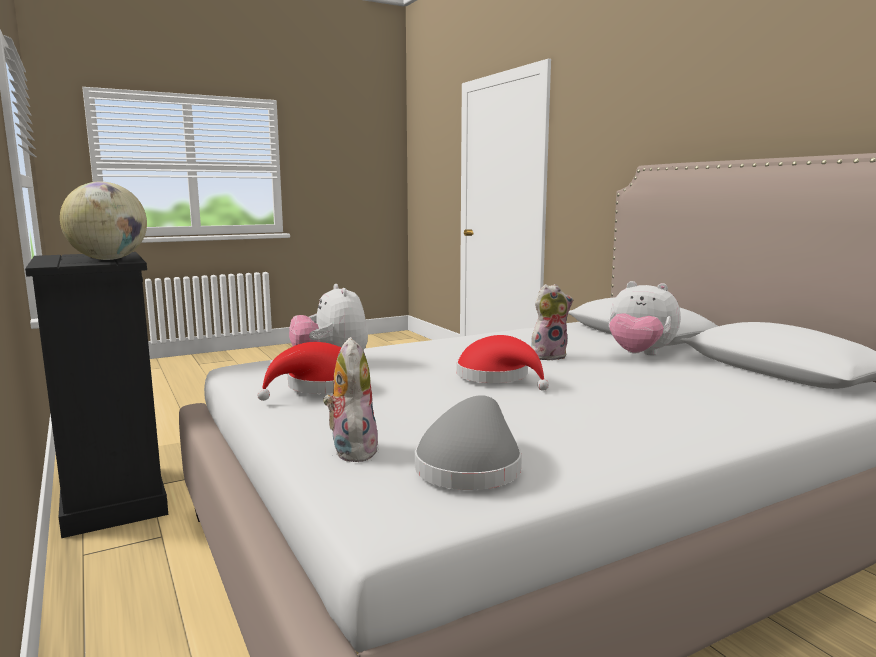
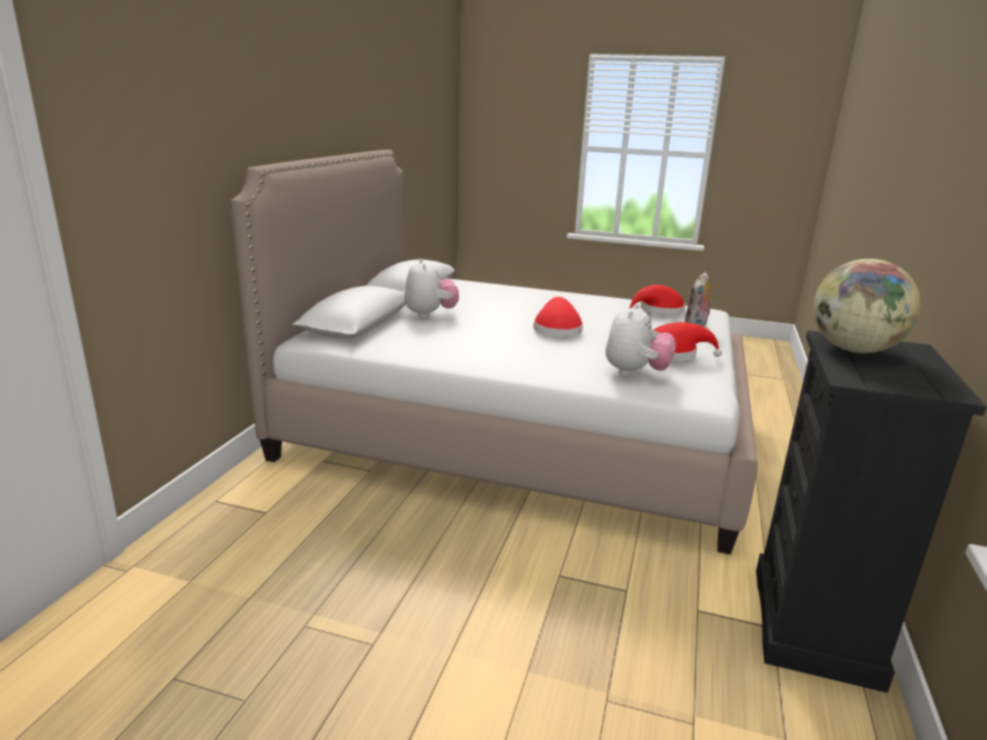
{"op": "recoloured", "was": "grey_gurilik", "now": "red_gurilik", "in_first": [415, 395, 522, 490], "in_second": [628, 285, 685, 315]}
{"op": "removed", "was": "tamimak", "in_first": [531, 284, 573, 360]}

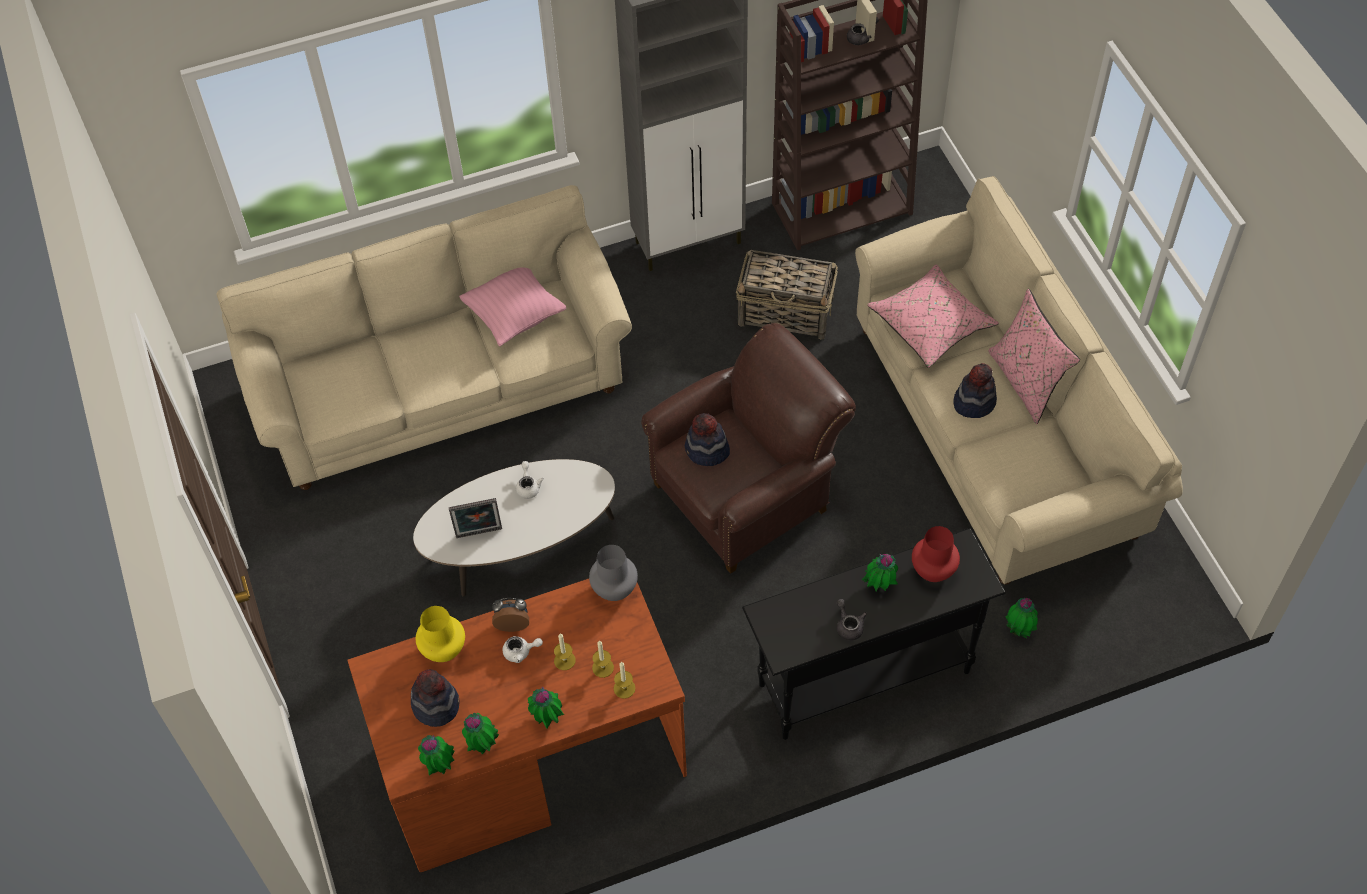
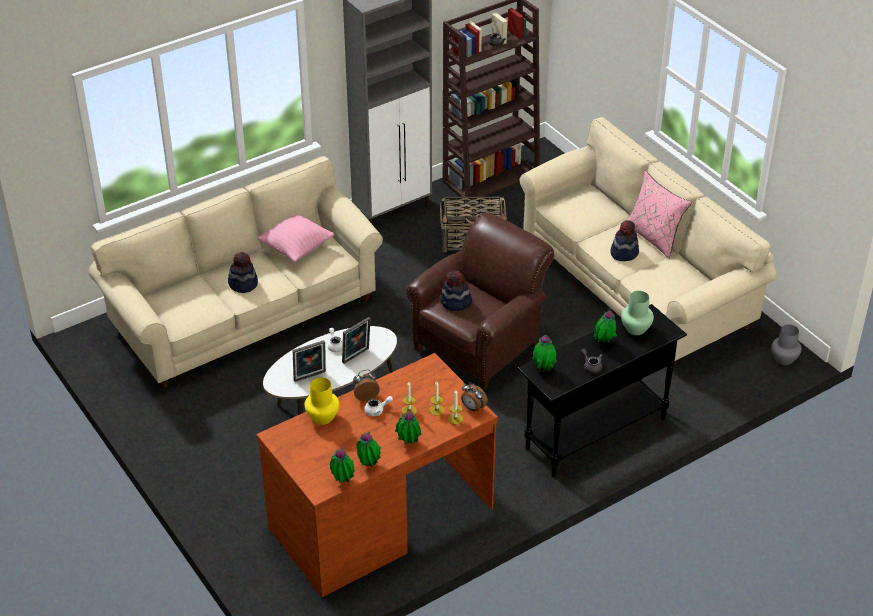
{"op": "moved", "was": "gurilik", "in_first": [411, 669, 459, 727], "in_second": [228, 252, 258, 293]}
{"op": "added", "now": "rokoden", "in_second": [342, 317, 371, 364]}
{"op": "added", "now": "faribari", "in_second": [461, 382, 488, 412]}
{"op": "moved", "was": "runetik", "in_first": [1006, 598, 1038, 638], "in_second": [532, 335, 557, 372]}
{"op": "recoloured", "was": "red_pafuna", "now": "green_pafuna", "in_first": [912, 526, 960, 582], "in_second": [621, 291, 654, 335]}
{"op": "moved", "was": "grey_pafuna", "in_first": [589, 545, 638, 601], "in_second": [771, 324, 802, 365]}
{"op": "removed", "was": "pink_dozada", "in_first": [867, 265, 999, 368]}

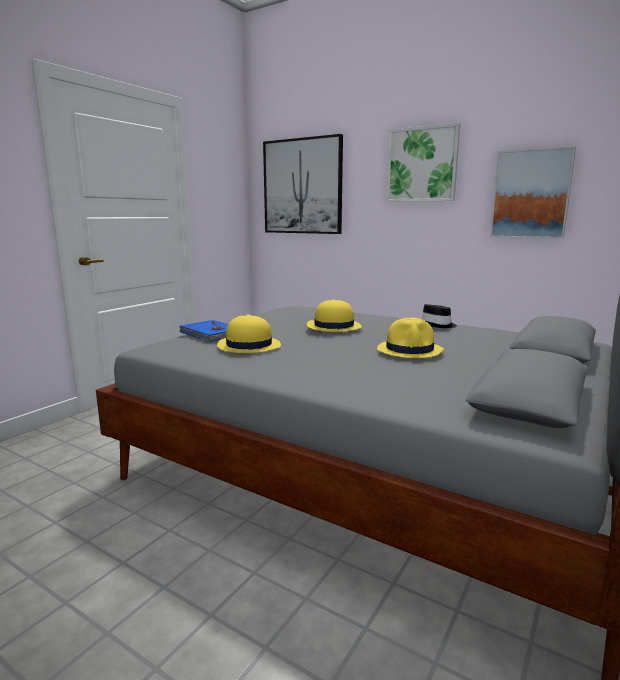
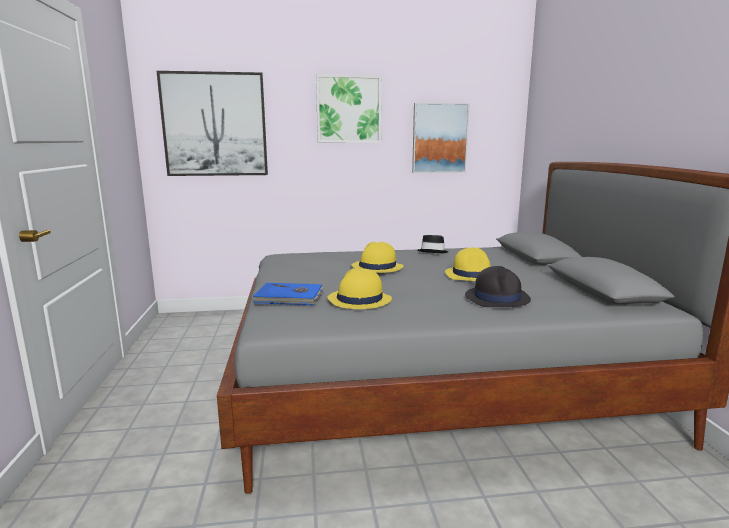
{"op": "added", "now": "black_gurilik", "in_second": [465, 266, 531, 307]}

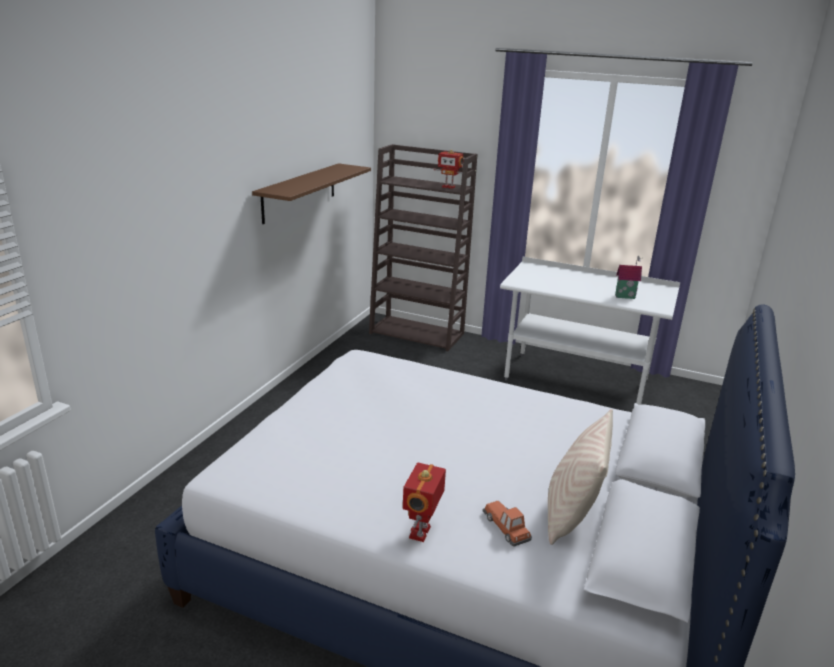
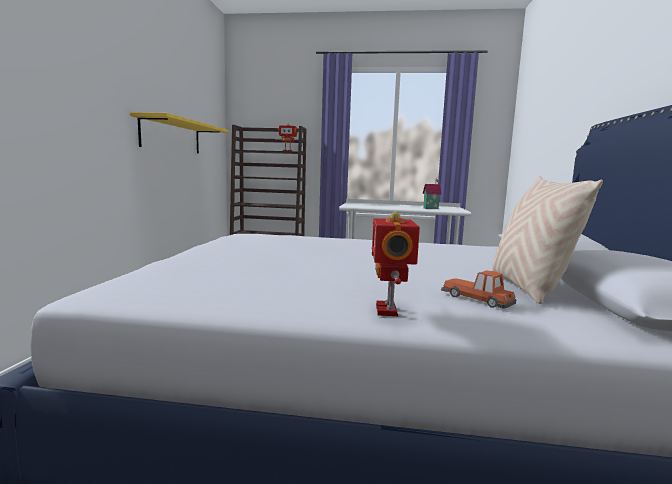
{"op": "recoloured", "was": "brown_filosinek", "now": "yellow_filosinek", "in_first": [252, 163, 371, 224], "in_second": [130, 112, 229, 153]}

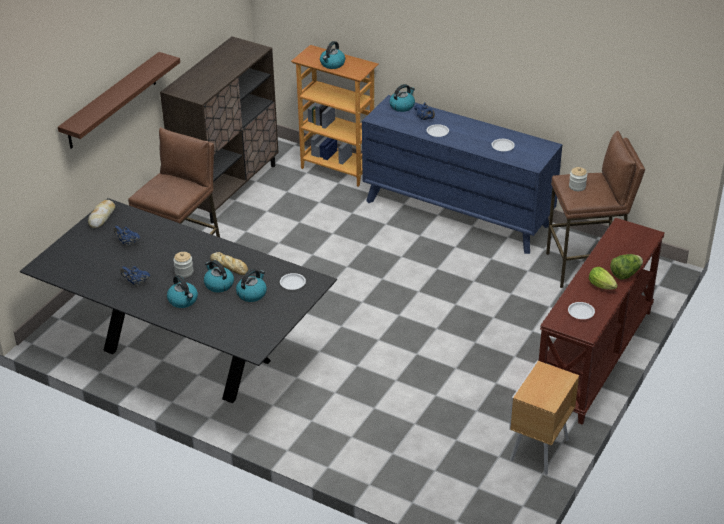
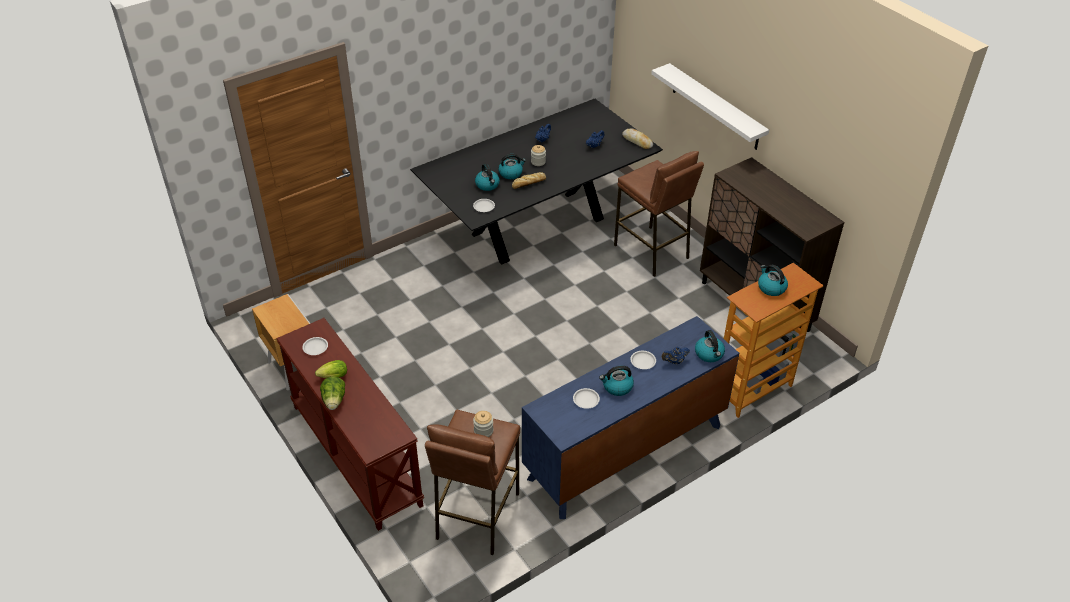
{"op": "moved", "was": "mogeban", "in_first": [167, 275, 198, 308], "in_second": [599, 366, 634, 396]}
{"op": "recoloured", "was": "brown_filosinek", "now": "white_filosinek", "in_first": [58, 52, 180, 149], "in_second": [651, 63, 769, 150]}

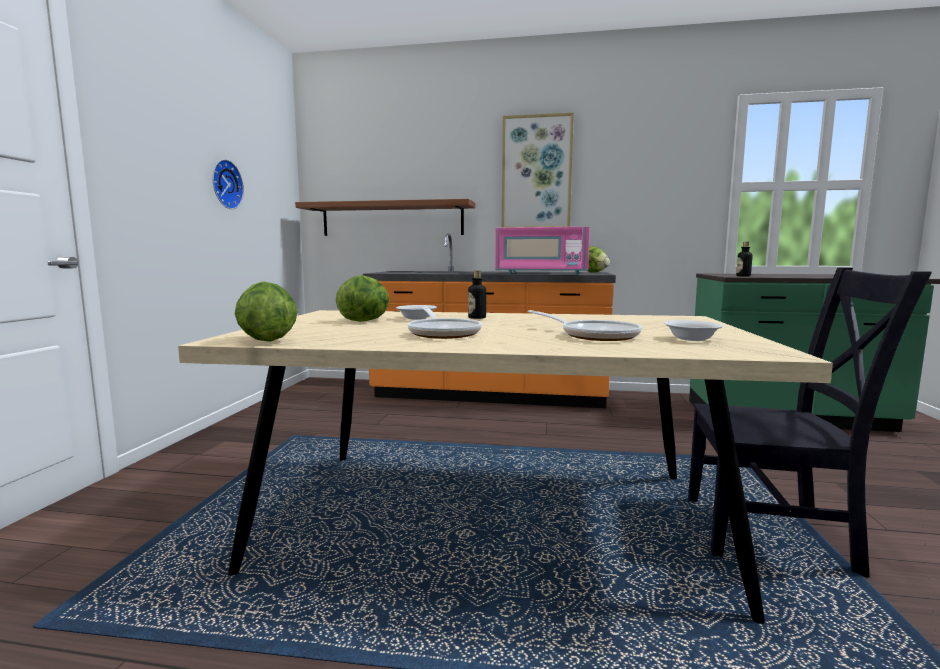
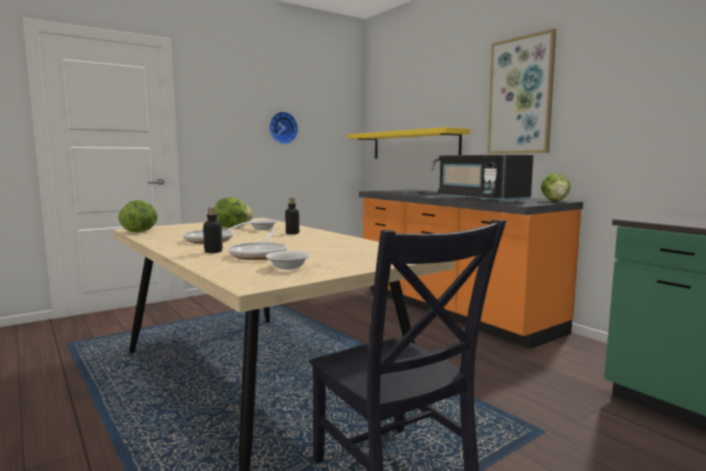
{"op": "moved", "was": "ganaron", "in_first": [736, 242, 753, 277], "in_second": [203, 208, 223, 253]}
{"op": "recoloured", "was": "brown_filosinek", "now": "yellow_filosinek", "in_first": [295, 199, 475, 236], "in_second": [348, 127, 470, 159]}
{"op": "recoloured", "was": "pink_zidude", "now": "black_zidude", "in_first": [495, 227, 590, 274], "in_second": [438, 155, 533, 203]}

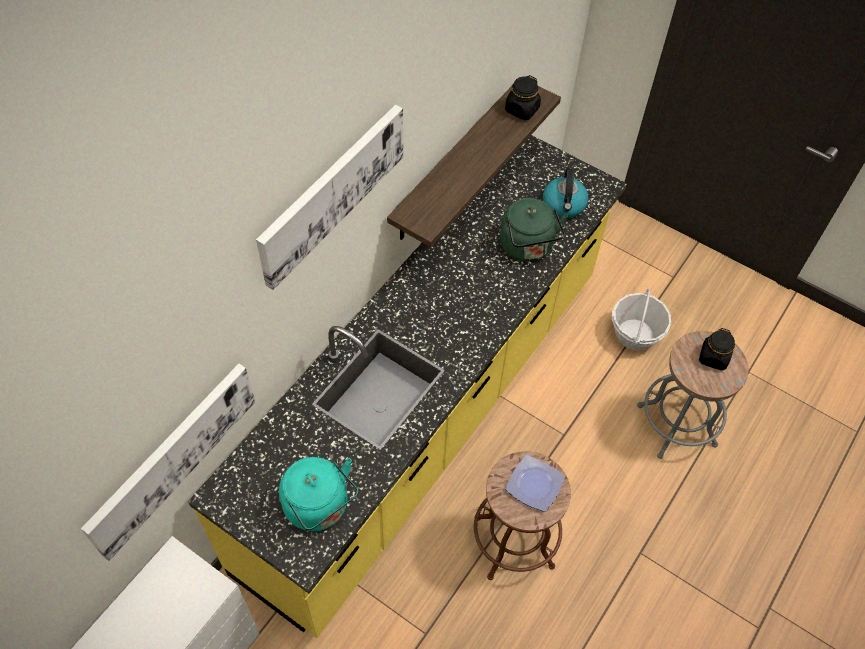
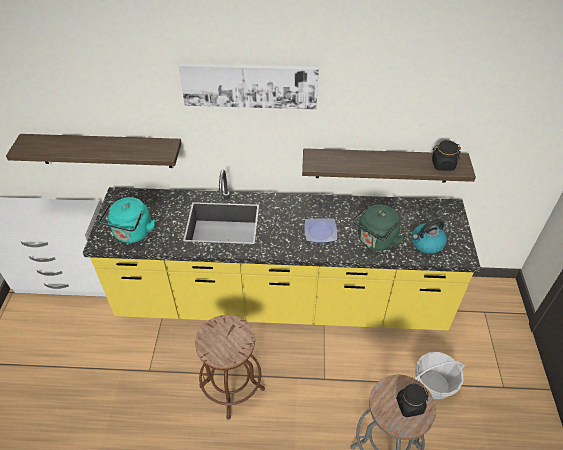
{"op": "replaced", "was": "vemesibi", "now": "filosinek", "in_first": [81, 364, 255, 561], "in_second": [6, 134, 182, 168]}
{"op": "moved", "was": "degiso", "in_first": [505, 455, 565, 512], "in_second": [304, 219, 337, 243]}

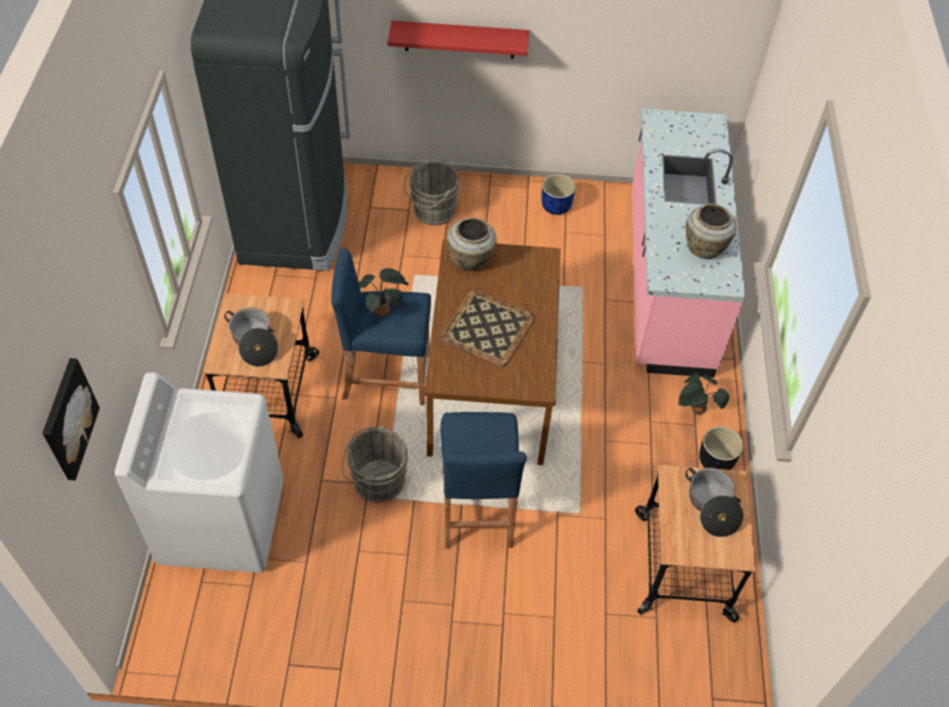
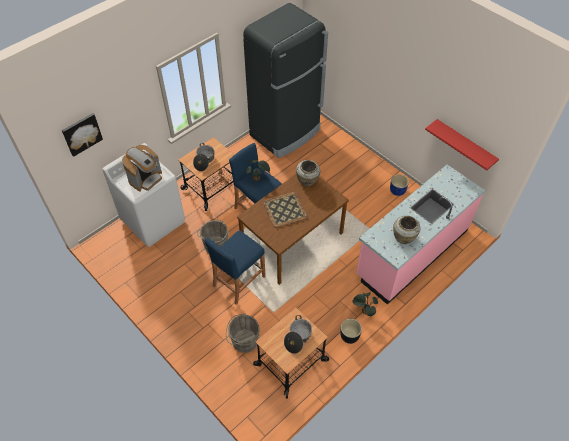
{"op": "added", "now": "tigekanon", "in_second": [122, 145, 162, 192]}
{"op": "moved", "was": "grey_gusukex", "in_first": [404, 162, 460, 225], "in_second": [226, 314, 260, 353]}
{"op": "moved", "was": "red_filosinek", "in_first": [387, 21, 529, 59], "in_second": [425, 119, 499, 170]}

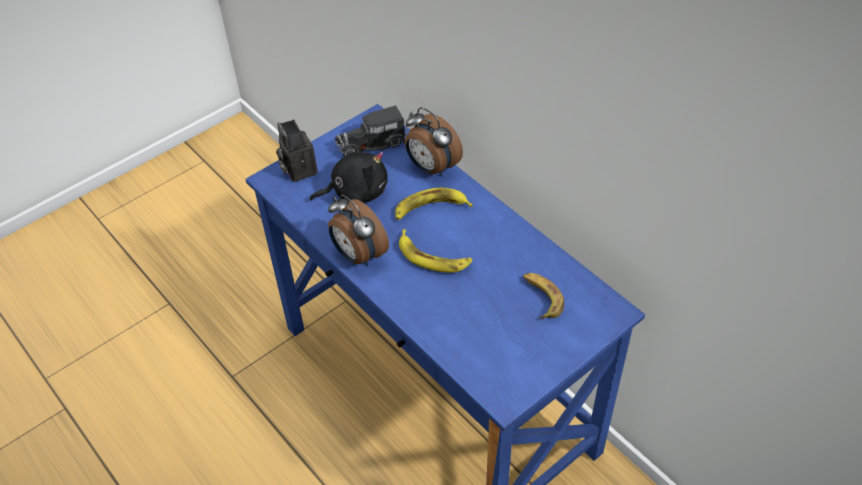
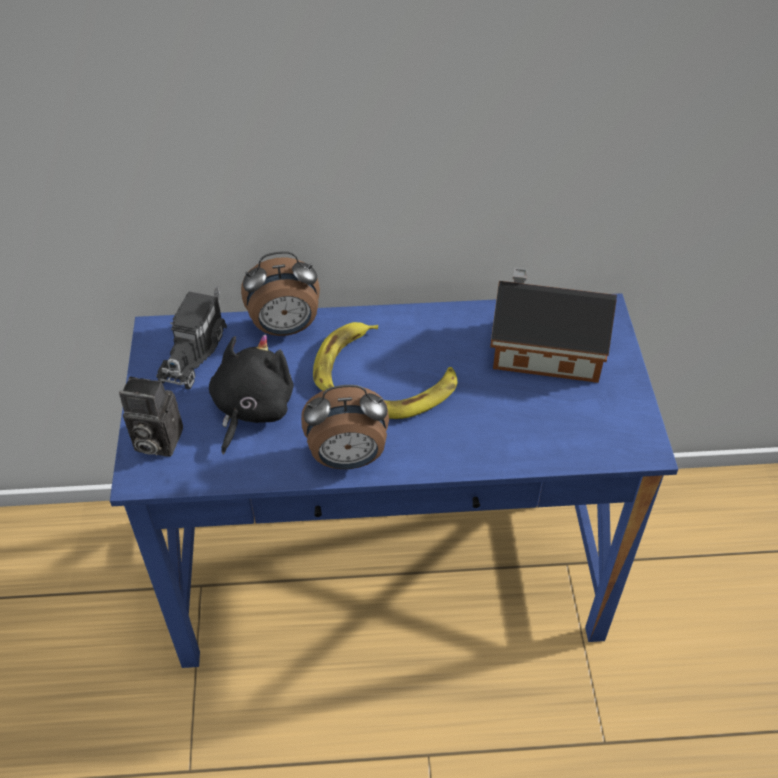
{"op": "replaced", "was": "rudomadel", "now": "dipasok", "in_first": [523, 273, 564, 319], "in_second": [490, 268, 617, 383]}

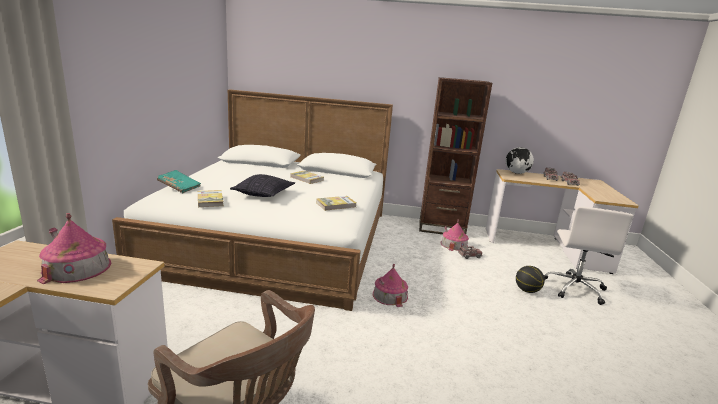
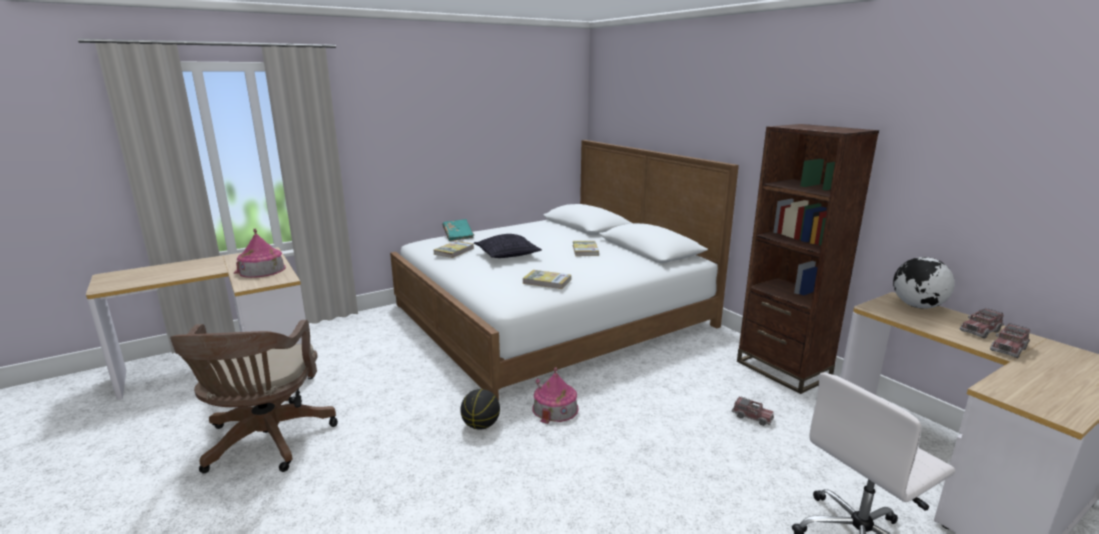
{"op": "moved", "was": "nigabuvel", "in_first": [516, 266, 545, 293], "in_second": [460, 389, 500, 430]}
{"op": "removed", "was": "dipasok", "in_first": [441, 220, 469, 251]}

